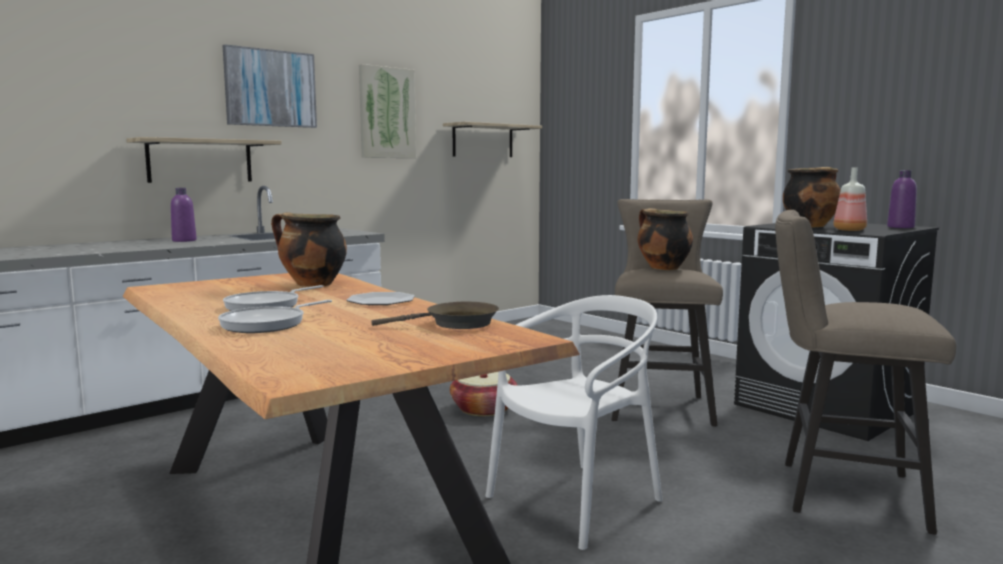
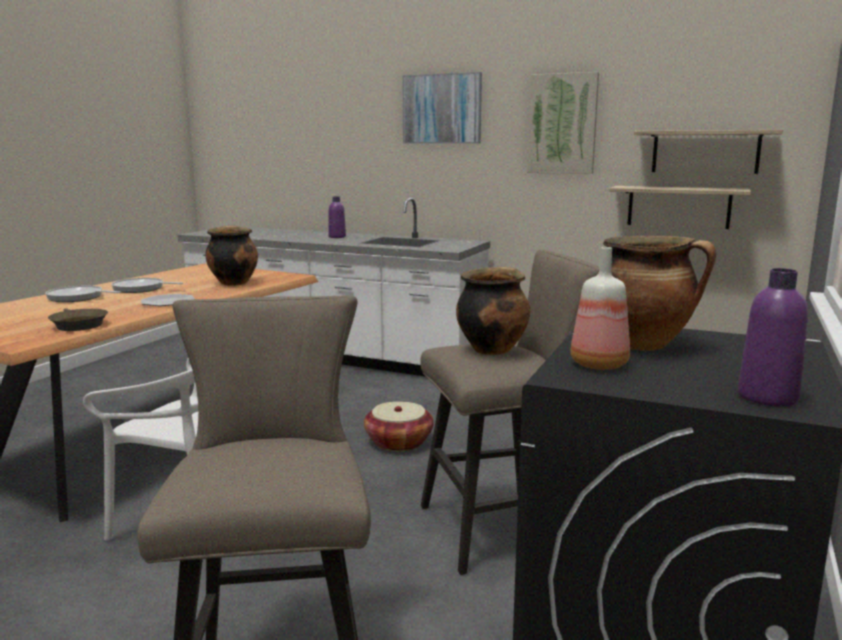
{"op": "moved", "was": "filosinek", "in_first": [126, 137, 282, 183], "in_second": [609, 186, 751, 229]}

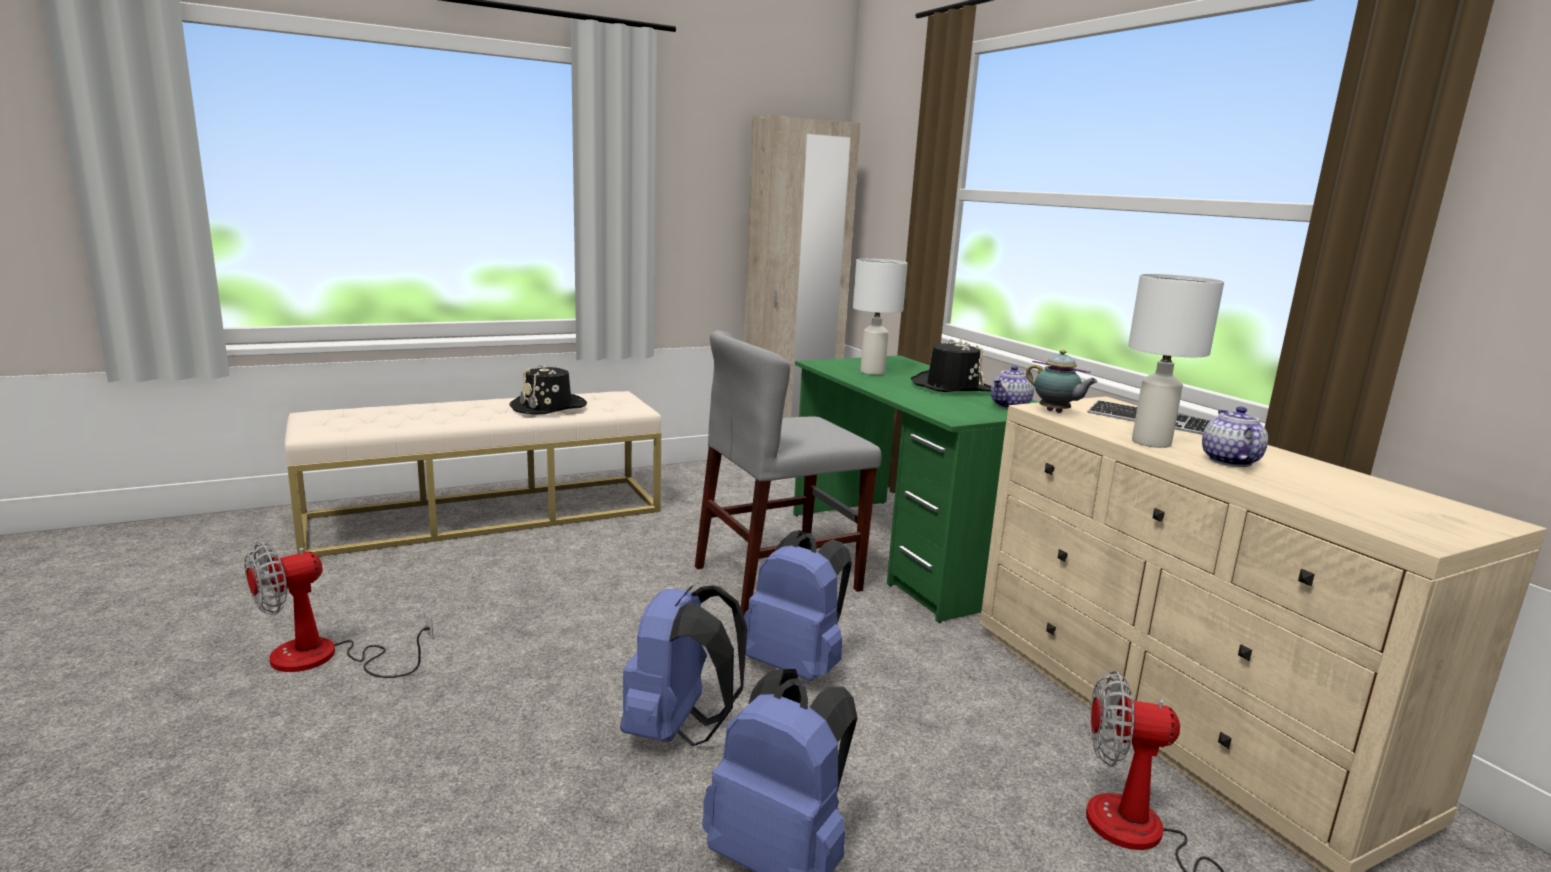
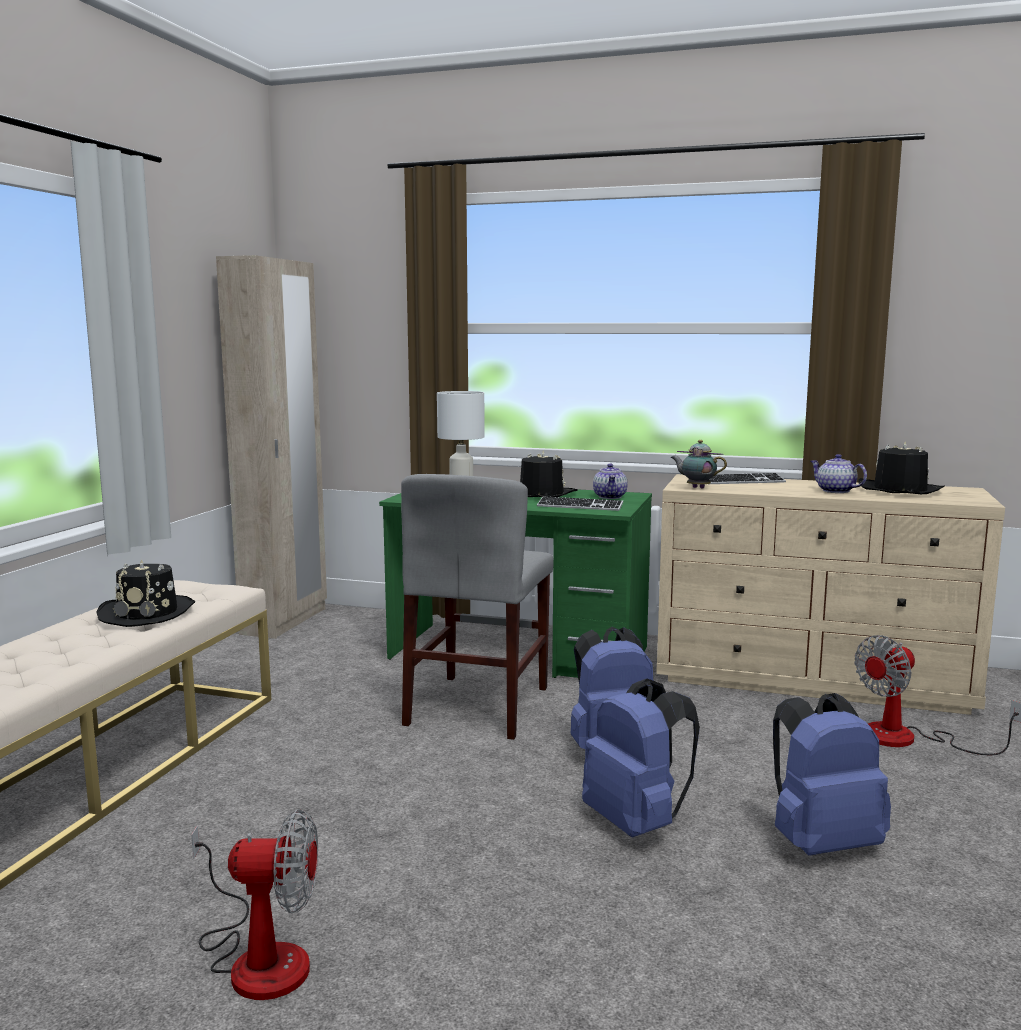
{"op": "turned", "was": "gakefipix", "in_first": [244, 541, 433, 678], "in_second": [191, 809, 318, 1000], "clockwise": -90}
{"op": "added", "now": "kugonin", "in_second": [537, 496, 623, 511]}
{"op": "turned", "was": "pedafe", "in_first": [1026, 350, 1098, 413], "in_second": [671, 440, 727, 488], "clockwise": -150}
{"op": "added", "now": "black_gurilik", "in_second": [859, 442, 945, 494]}
{"op": "removed", "was": "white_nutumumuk", "in_first": [1128, 274, 1224, 448]}

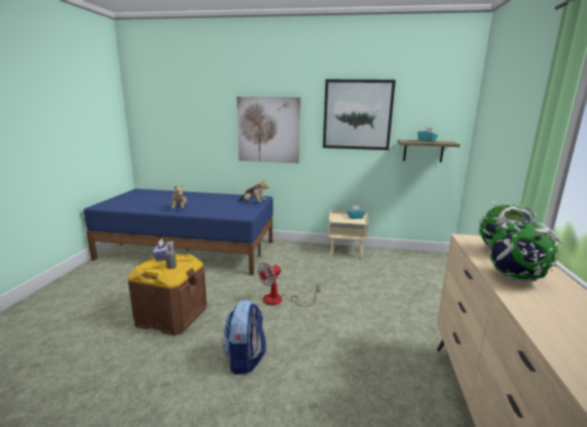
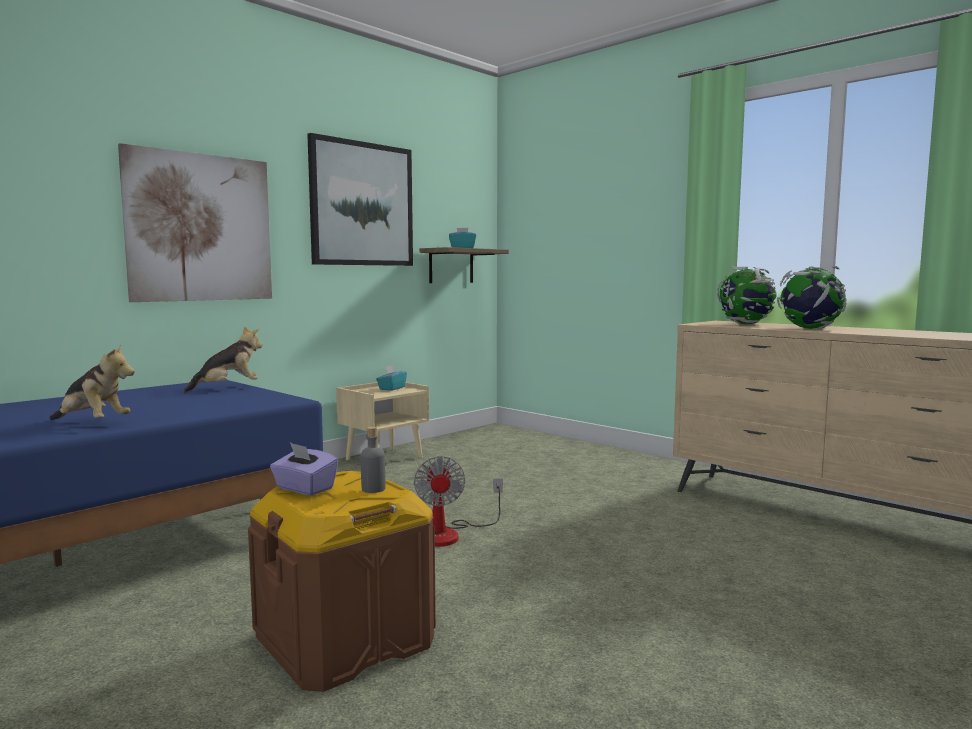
{"op": "removed", "was": "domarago", "in_first": [223, 299, 266, 375]}

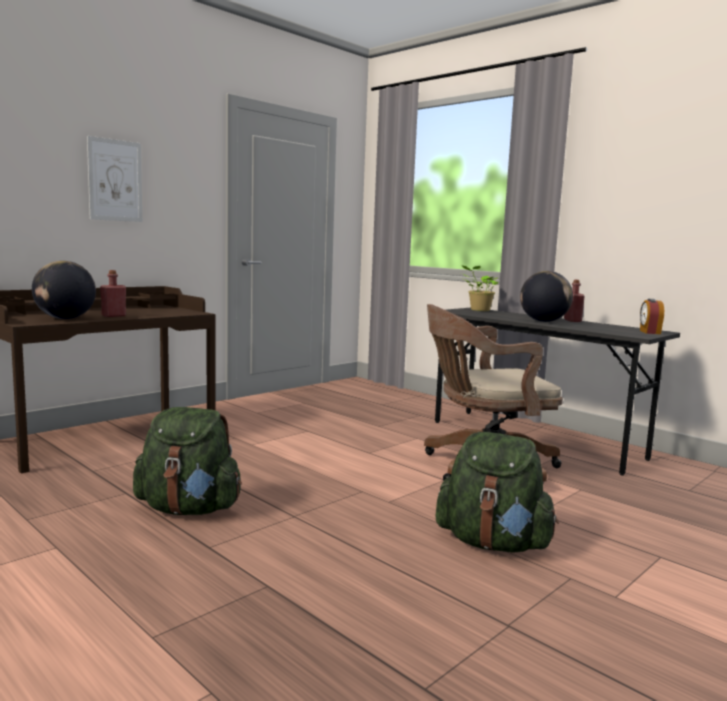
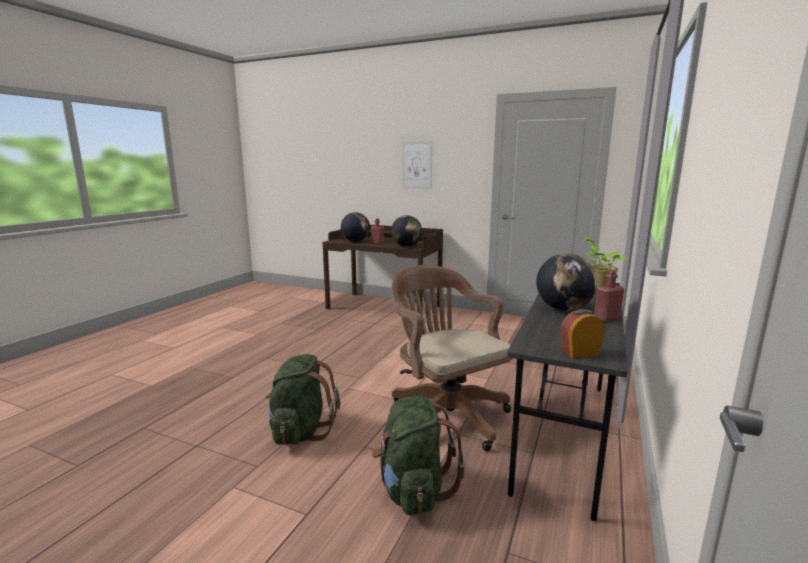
{"op": "moved", "was": "green_domarago", "in_first": [133, 407, 242, 515], "in_second": [372, 395, 466, 515]}
{"op": "added", "now": "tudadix", "in_second": [391, 215, 422, 247]}

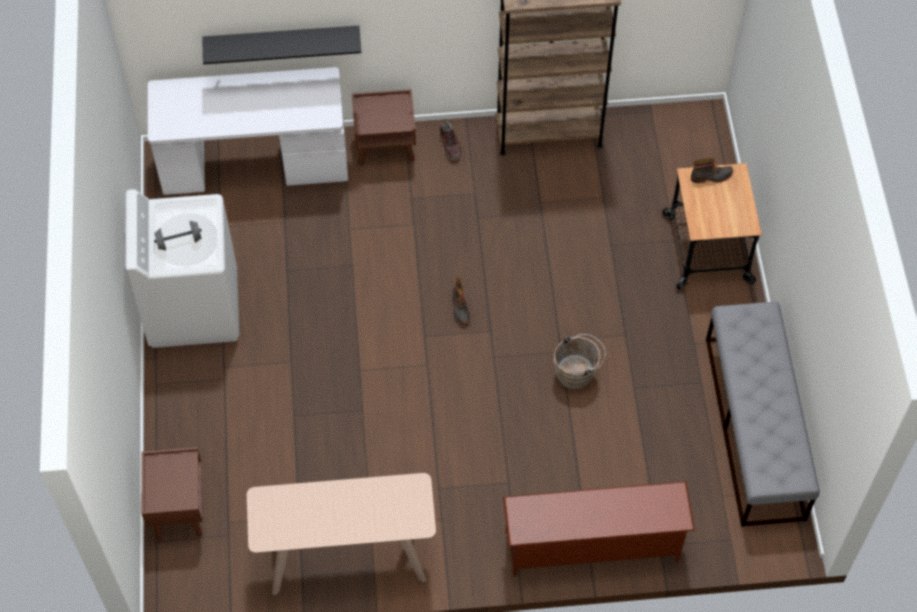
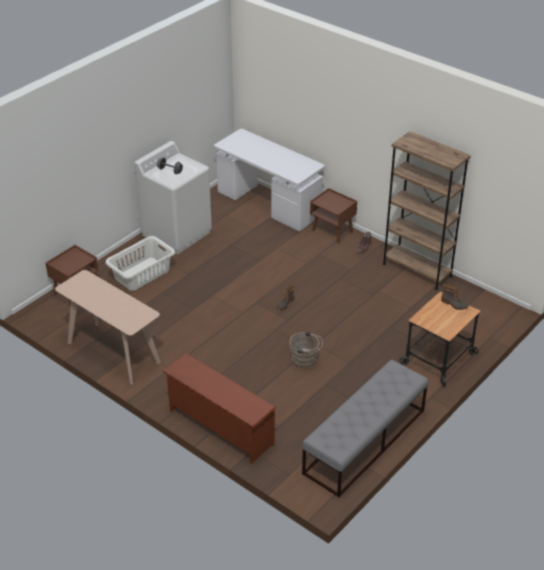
{"op": "added", "now": "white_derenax", "in_second": [105, 236, 175, 291]}
{"op": "removed", "was": "black_filosinek", "in_first": [202, 25, 361, 64]}

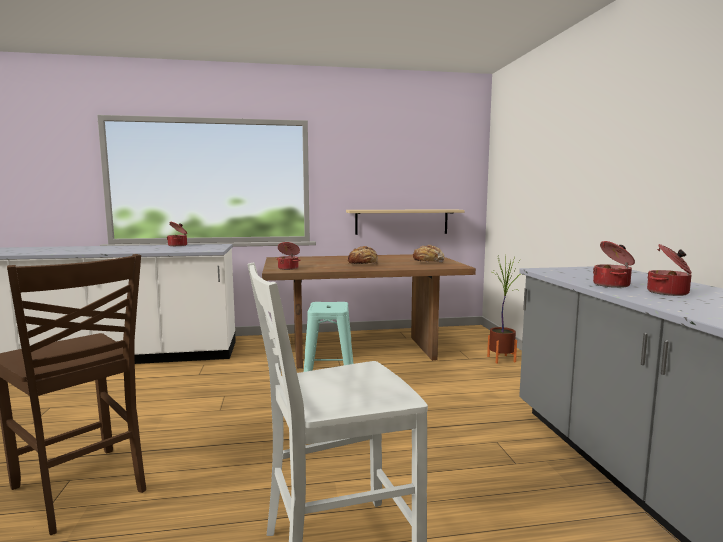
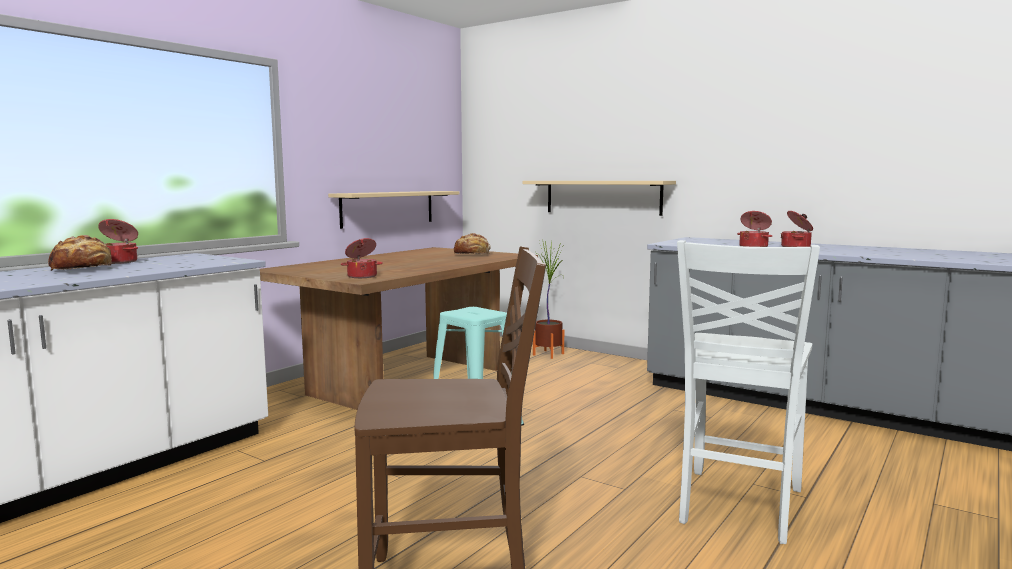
{"op": "moved", "was": "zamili", "in_first": [348, 246, 378, 264], "in_second": [48, 235, 113, 271]}
{"op": "added", "now": "beige_filosinek", "in_second": [523, 181, 676, 216]}

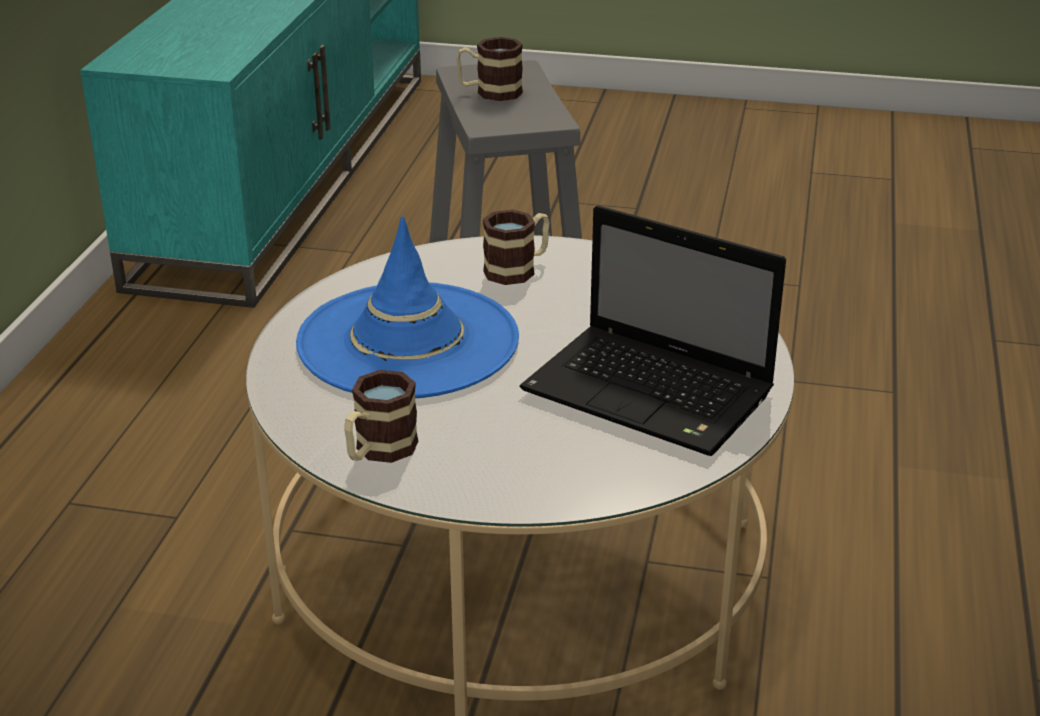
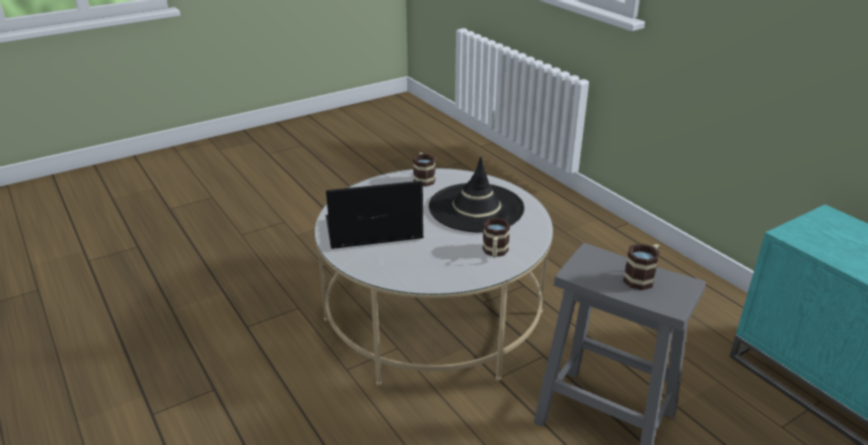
{"op": "recoloured", "was": "blue_gurilik", "now": "black_gurilik", "in_first": [296, 216, 519, 398], "in_second": [429, 157, 524, 232]}

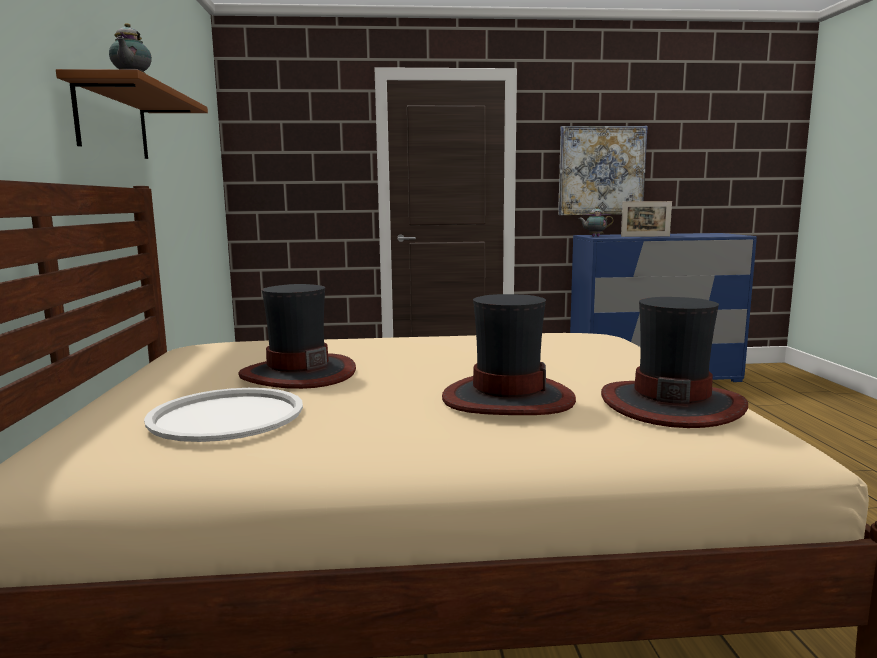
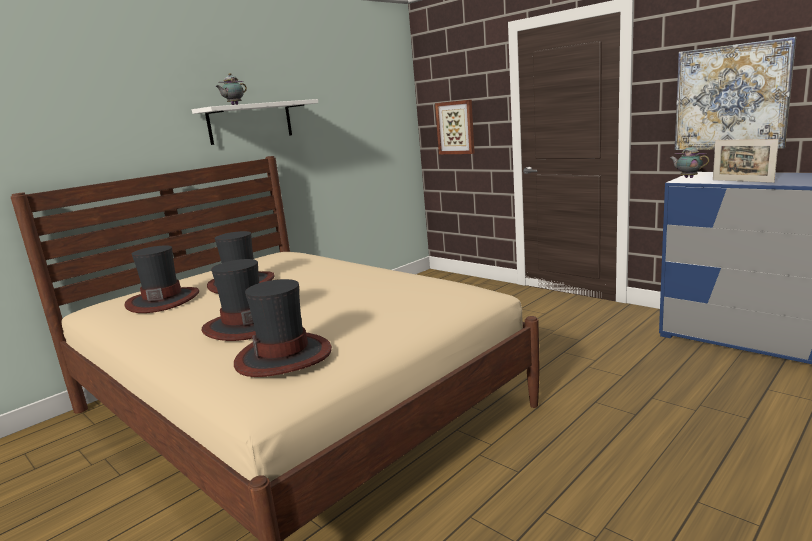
{"op": "replaced", "was": "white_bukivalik", "now": "gurilik", "in_first": [144, 388, 303, 442], "in_second": [125, 246, 199, 313]}
{"op": "recoloured", "was": "brown_filosinek", "now": "white_filosinek", "in_first": [56, 69, 208, 159], "in_second": [192, 99, 318, 145]}
{"op": "added", "now": "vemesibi", "in_second": [435, 100, 475, 154]}

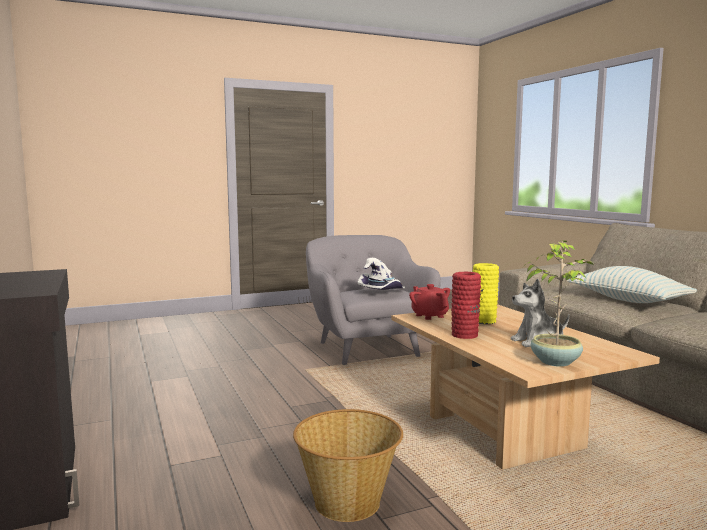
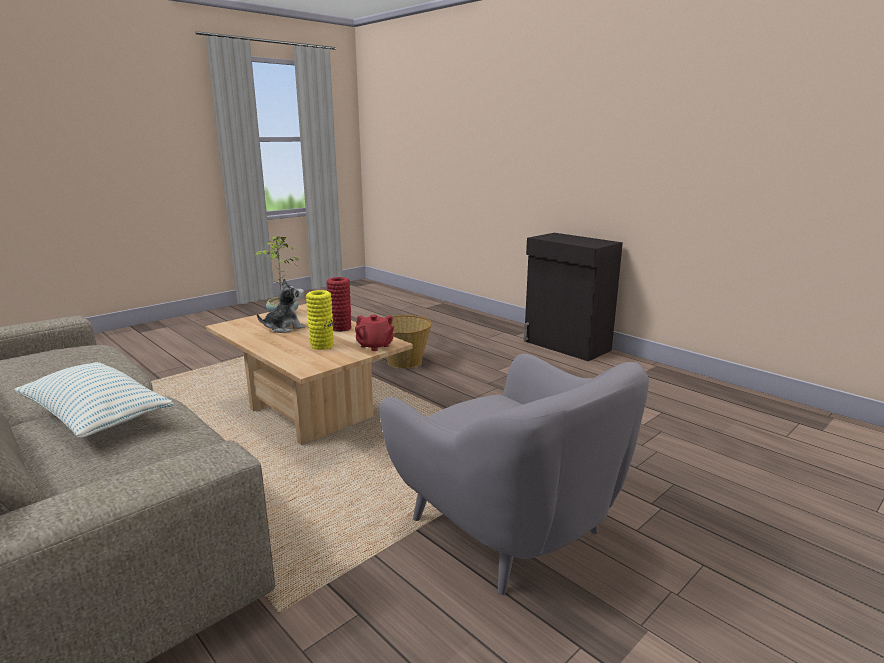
{"op": "removed", "was": "white_gurilik", "in_first": [358, 258, 405, 290]}

